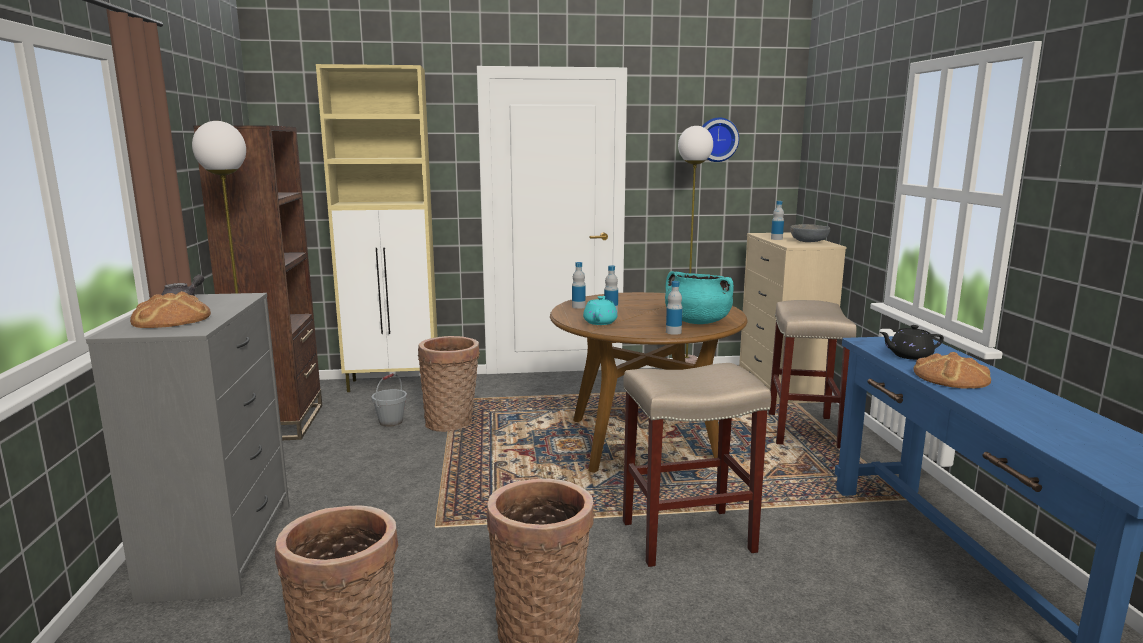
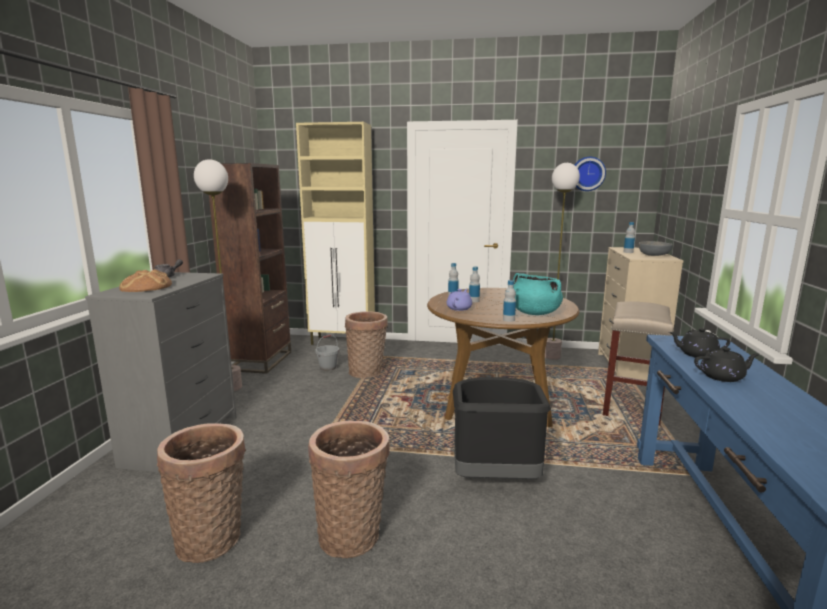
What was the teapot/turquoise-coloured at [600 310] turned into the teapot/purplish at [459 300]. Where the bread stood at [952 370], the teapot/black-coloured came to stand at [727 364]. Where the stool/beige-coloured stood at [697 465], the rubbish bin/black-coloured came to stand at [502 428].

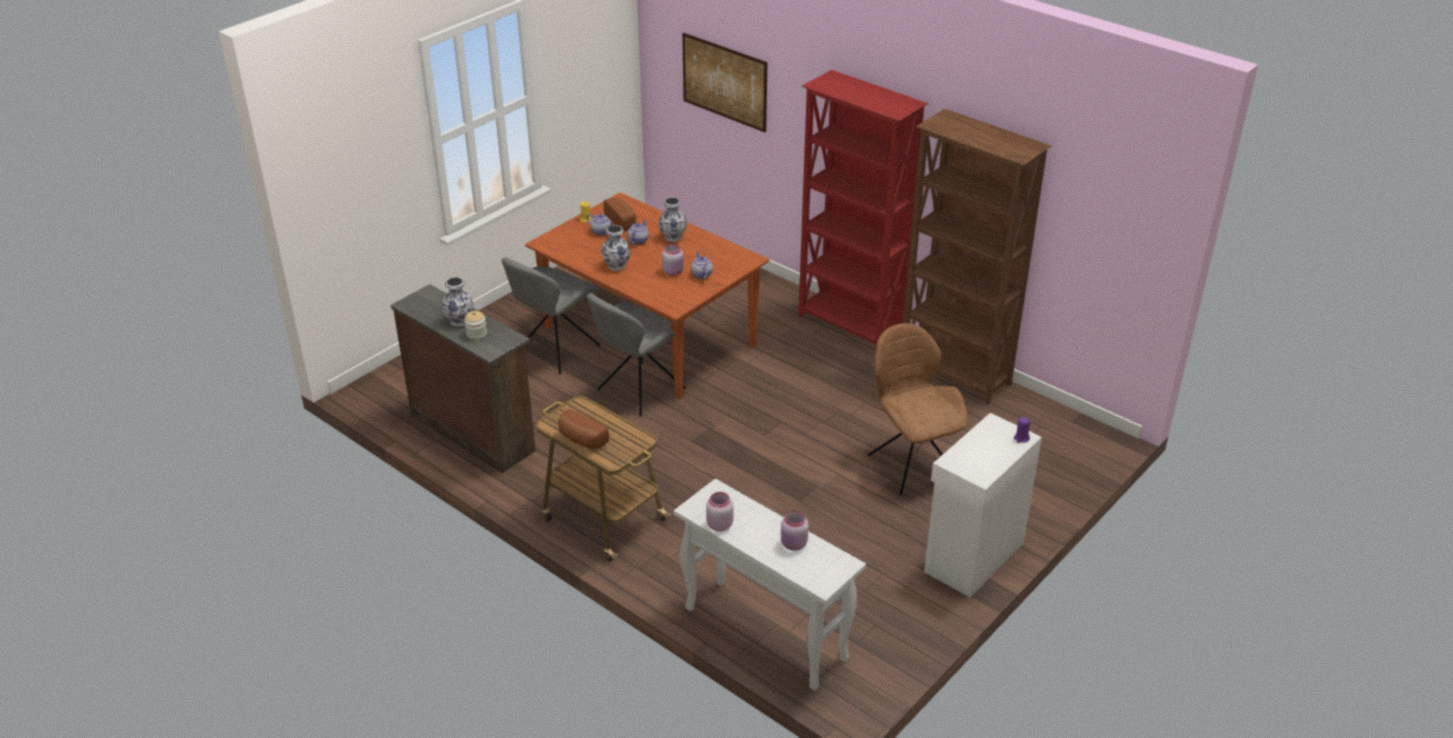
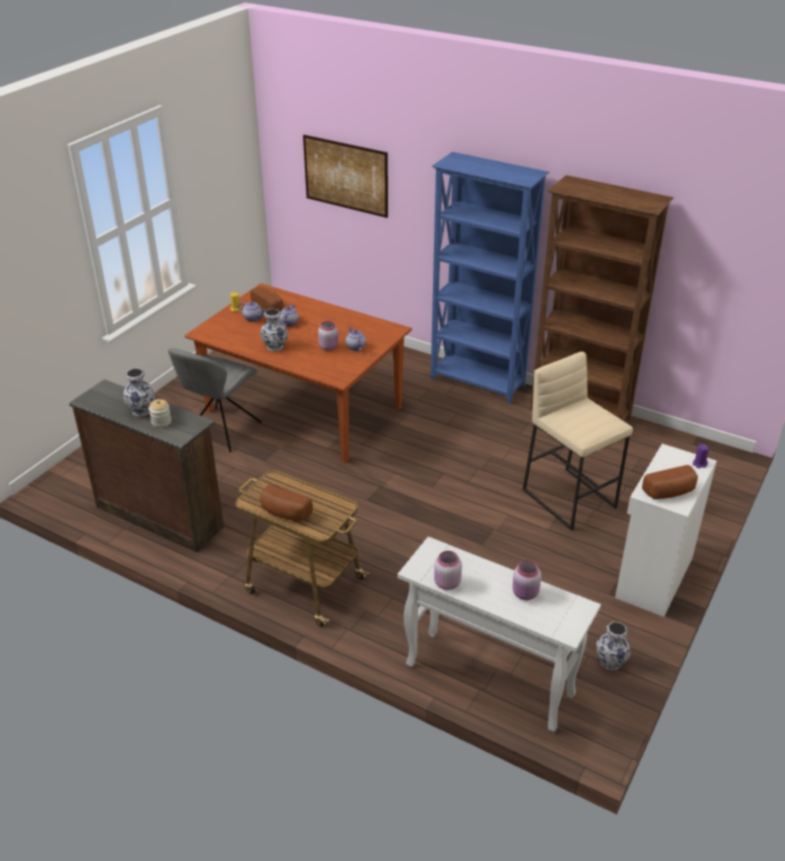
What was the bookcase/red-coloured at [863 209] turned into the bookcase/bluish at [490 278]. The vase ended up elsewhere, having gone from [672 219] to [613 646]. The second view lost the plain chair/greyish at [636 354]. Where the plain chair/brown stood at [918 409], the stool/beige-coloured came to stand at [578 441]. The second view gained the bread at [670 482].

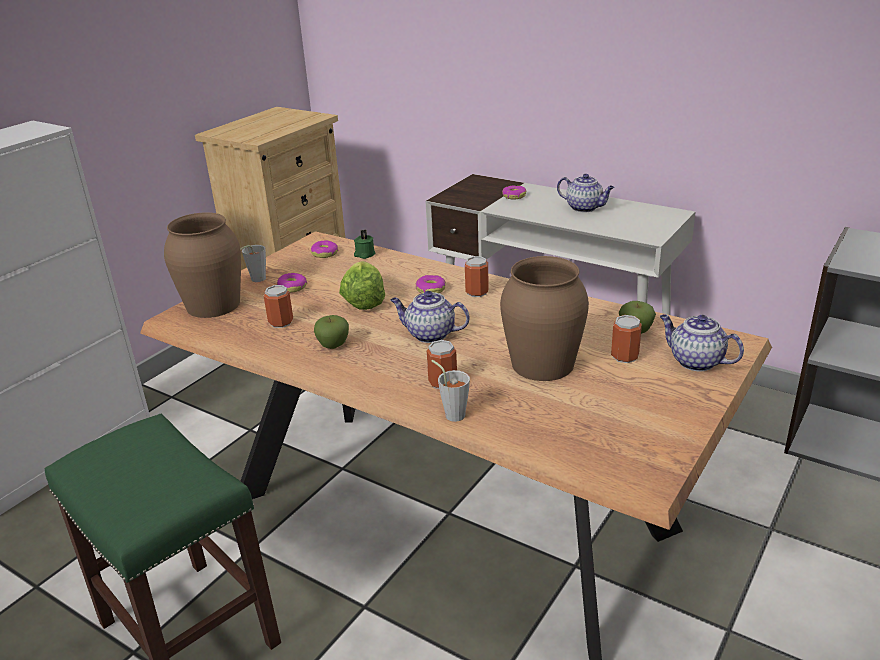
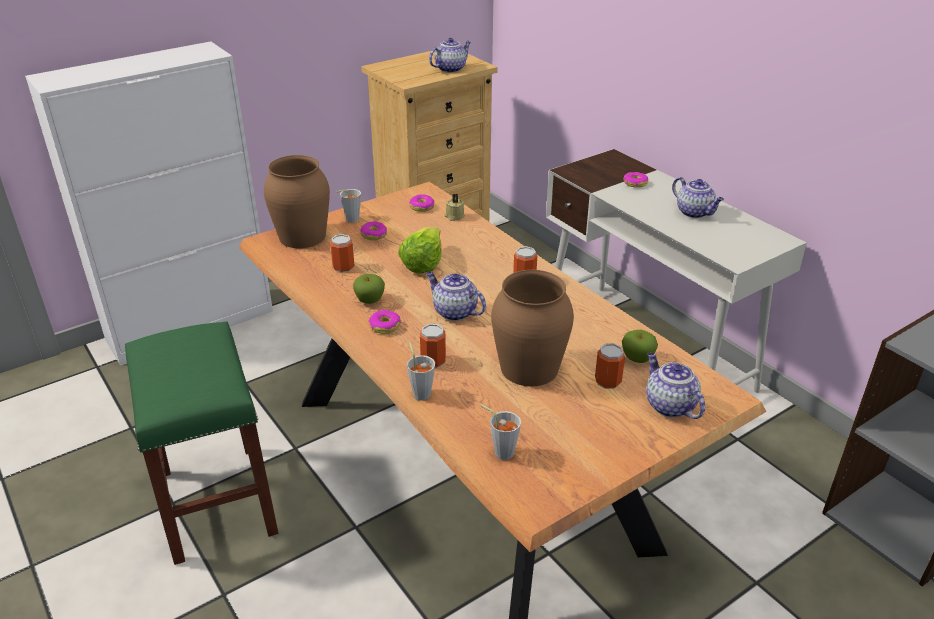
What was the wax candle/green at [364 244] turned into the wax candle/beige-coloured at [454 207]. The donut ended up elsewhere, having gone from [431 284] to [385 322]. The second view gained the teapot at [450 55]. The second view gained the small cup/greyish at [501 432].

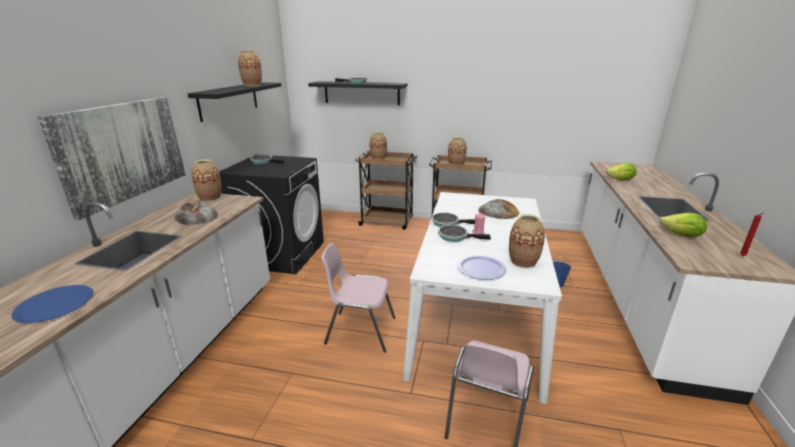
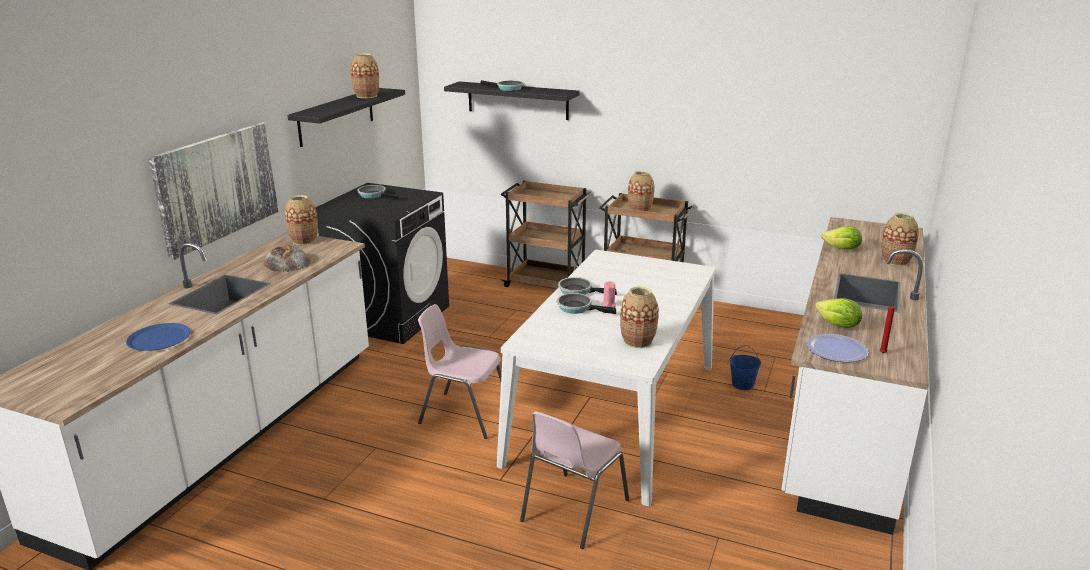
The vase ended up elsewhere, having gone from [378 146] to [900 239]. The second view lost the bread at [499 209]. The plate ended up elsewhere, having gone from [481 267] to [837 348].

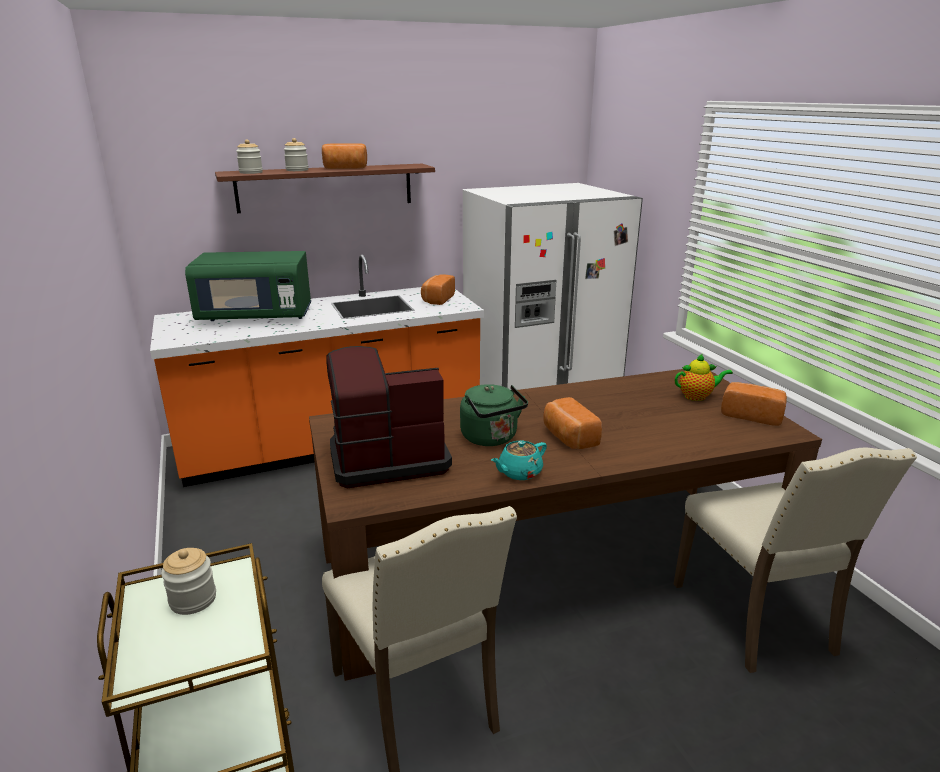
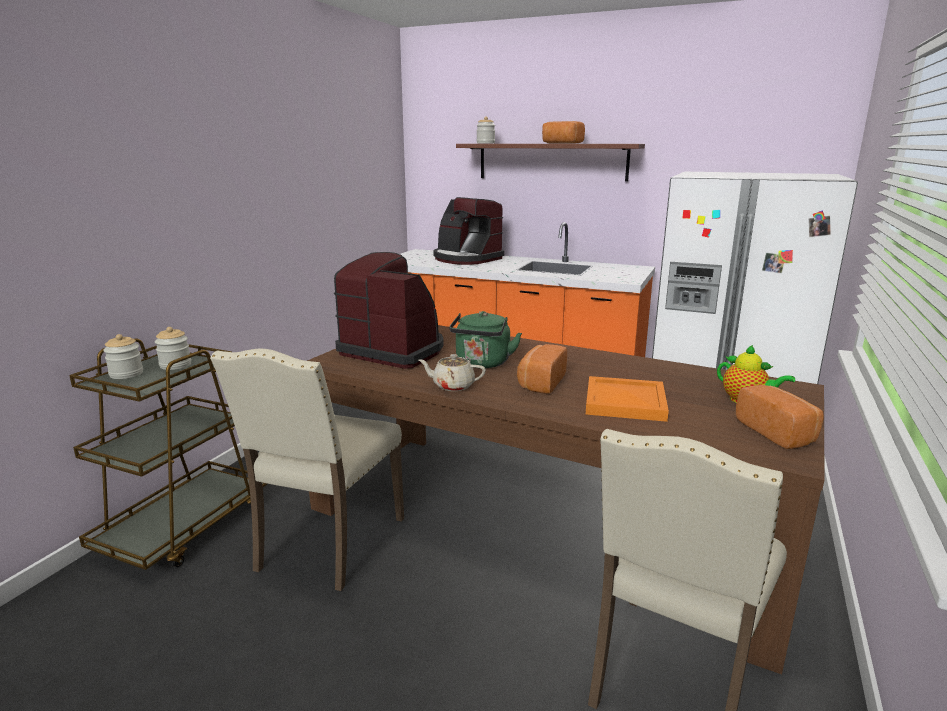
The jar ended up elsewhere, having gone from [296 154] to [123 356]. Where the microwave/green stood at [248 286], the coffee brewer came to stand at [468 231]. The second view lost the bread at [438 289]. What was the teapot/turquoise-coloured at [519 460] turned into the teapot/beige-coloured at [452 372]. The second view gained the serving tray/orange-coloured at [627 399].

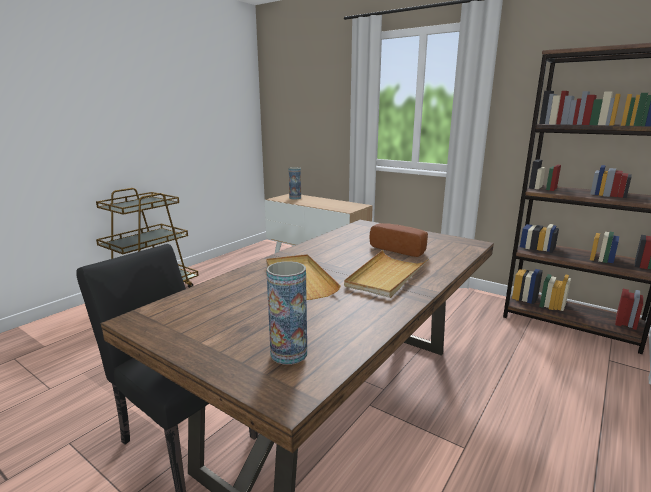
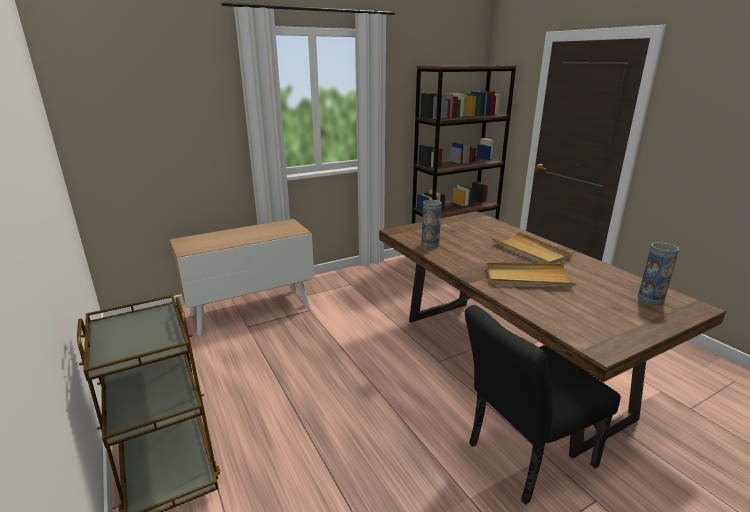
The vase ended up elsewhere, having gone from [295 183] to [431 224]. The second view lost the bread at [399 240].

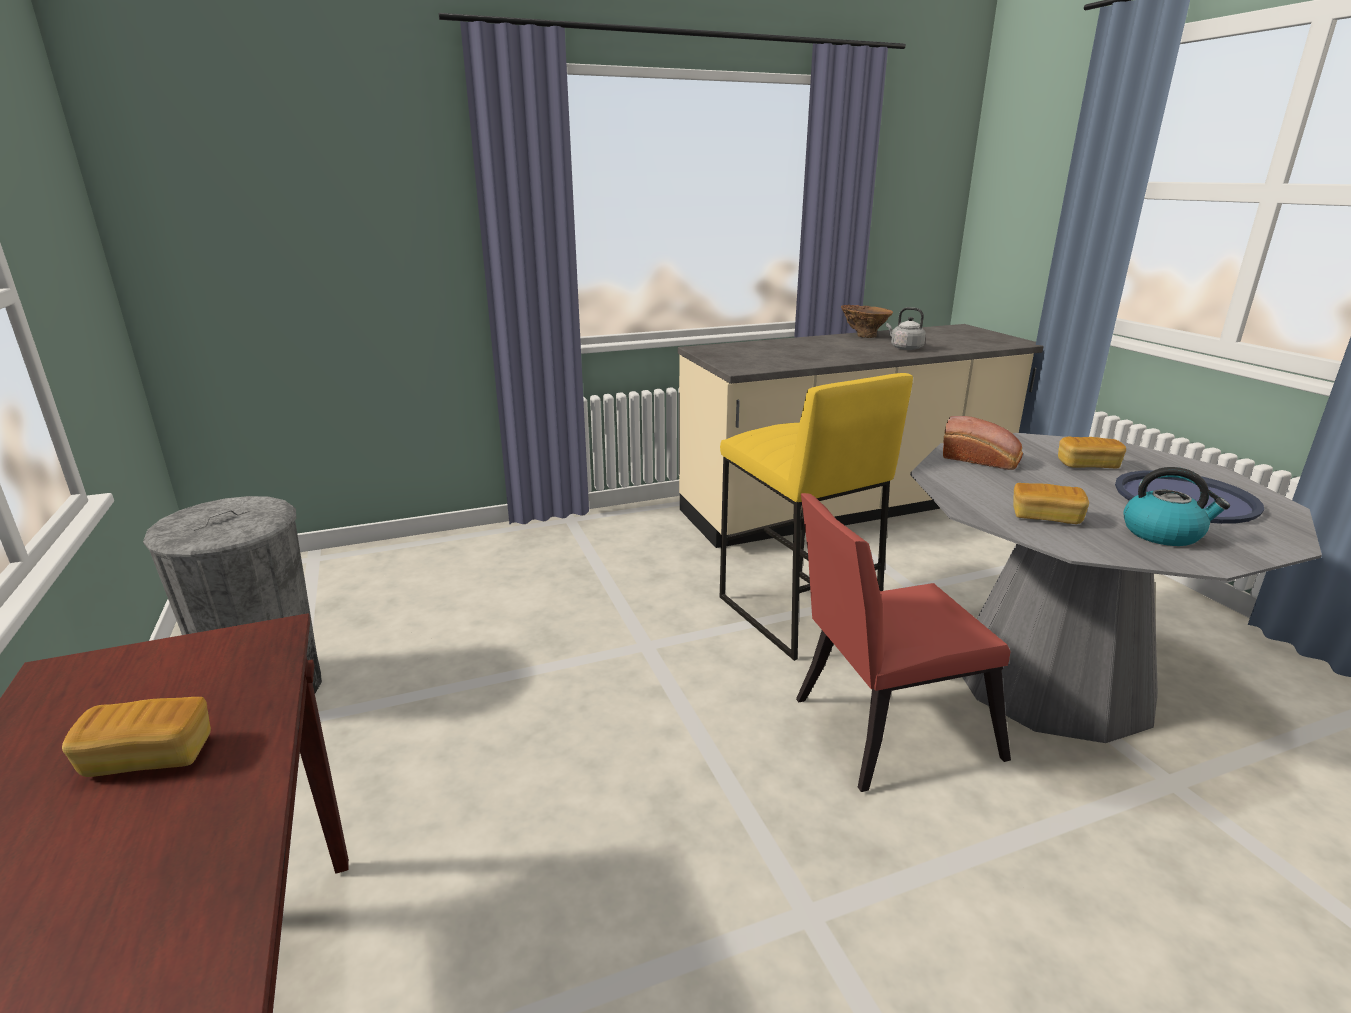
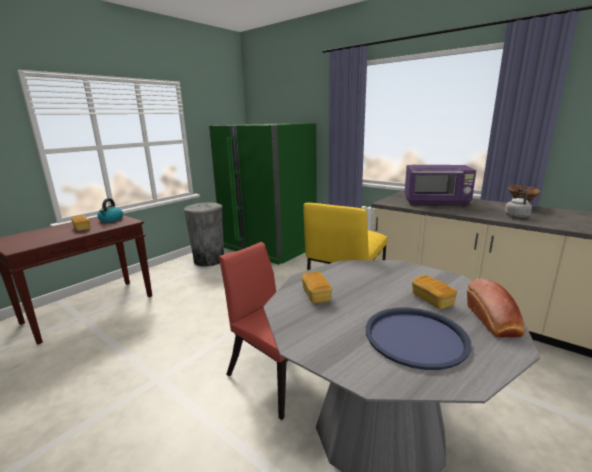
The bread ended up elsewhere, having gone from [983 443] to [496 308]. The water kettle ended up elsewhere, having gone from [1176 506] to [110 210]. The second view gained the fridge/green at [263 194]. The second view gained the microwave/purplish at [440 185].

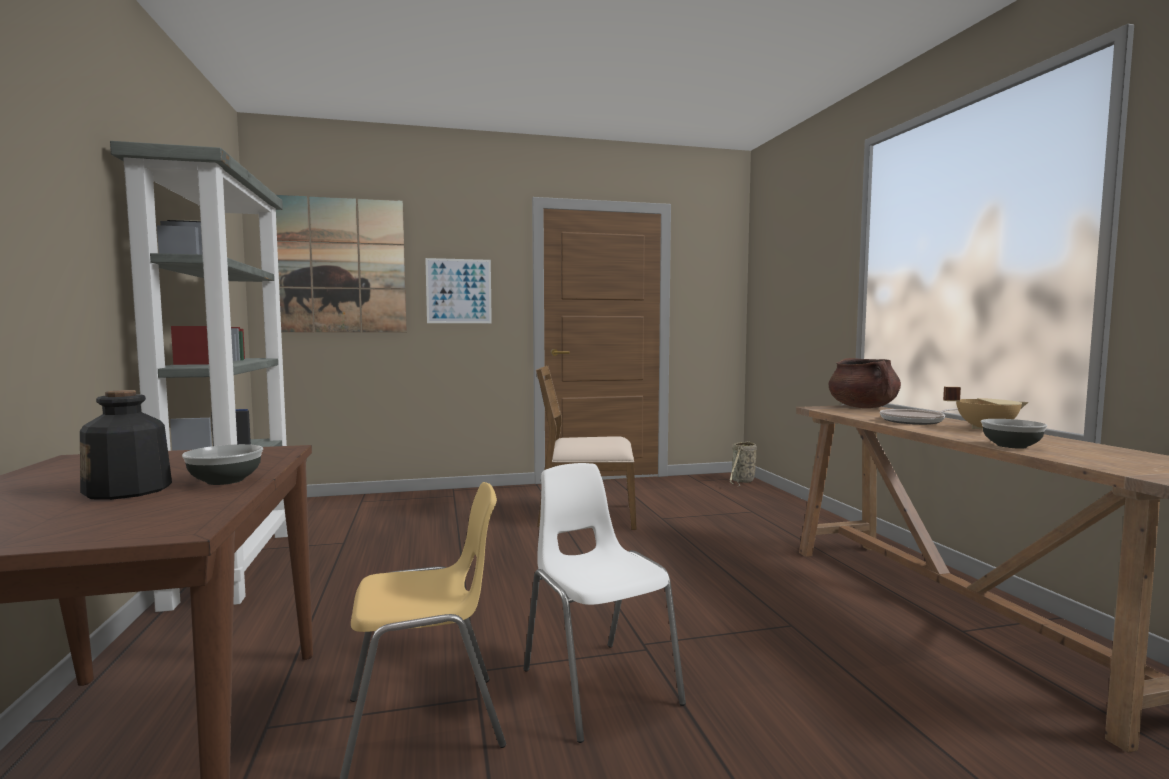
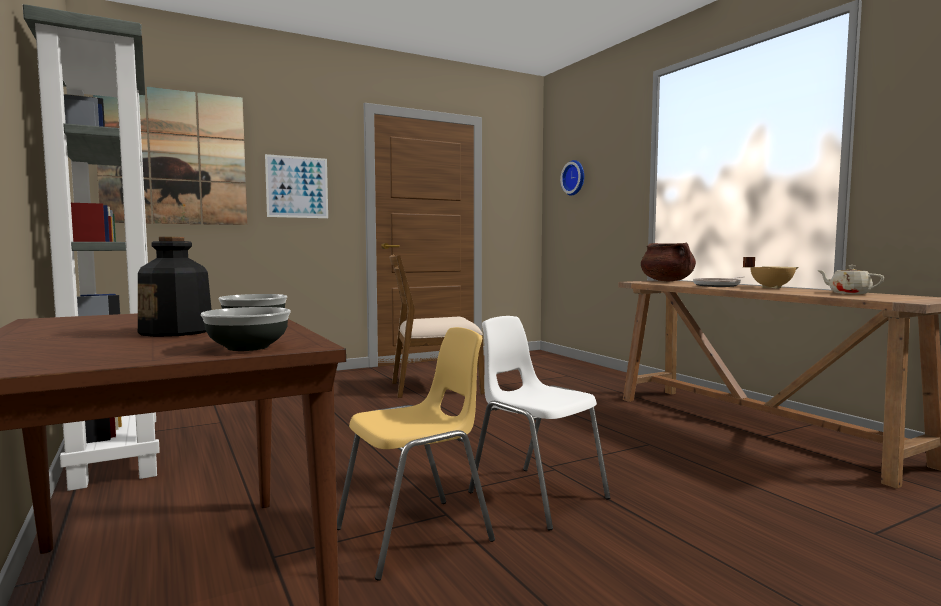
The deep dish ended up elsewhere, having gone from [1014 434] to [245 329]. The second view lost the storage basket at [743 463]. The second view gained the wall clock at [572 178]. The second view gained the teapot/beige-coloured at [850 279].

